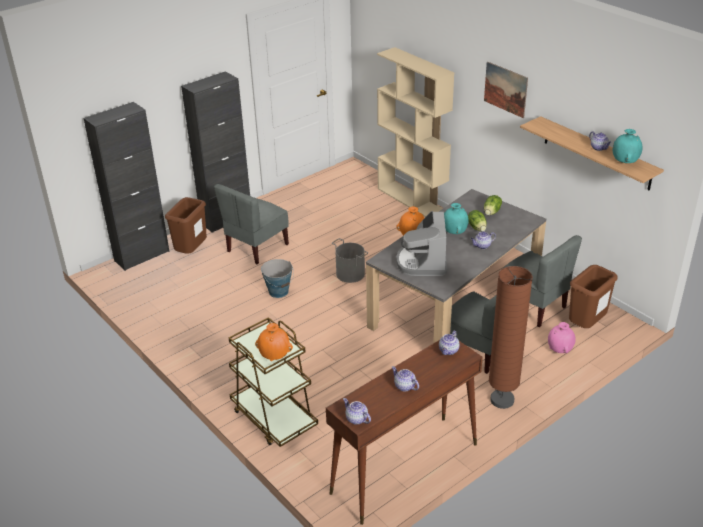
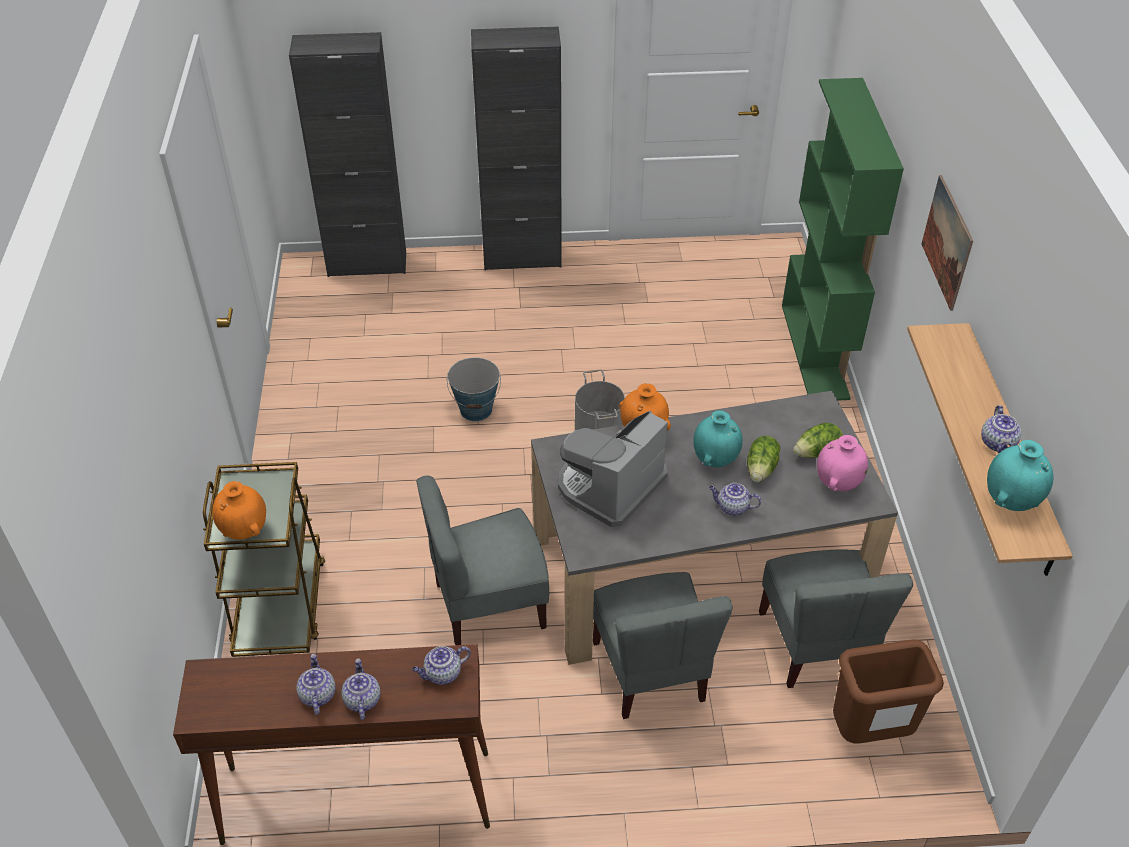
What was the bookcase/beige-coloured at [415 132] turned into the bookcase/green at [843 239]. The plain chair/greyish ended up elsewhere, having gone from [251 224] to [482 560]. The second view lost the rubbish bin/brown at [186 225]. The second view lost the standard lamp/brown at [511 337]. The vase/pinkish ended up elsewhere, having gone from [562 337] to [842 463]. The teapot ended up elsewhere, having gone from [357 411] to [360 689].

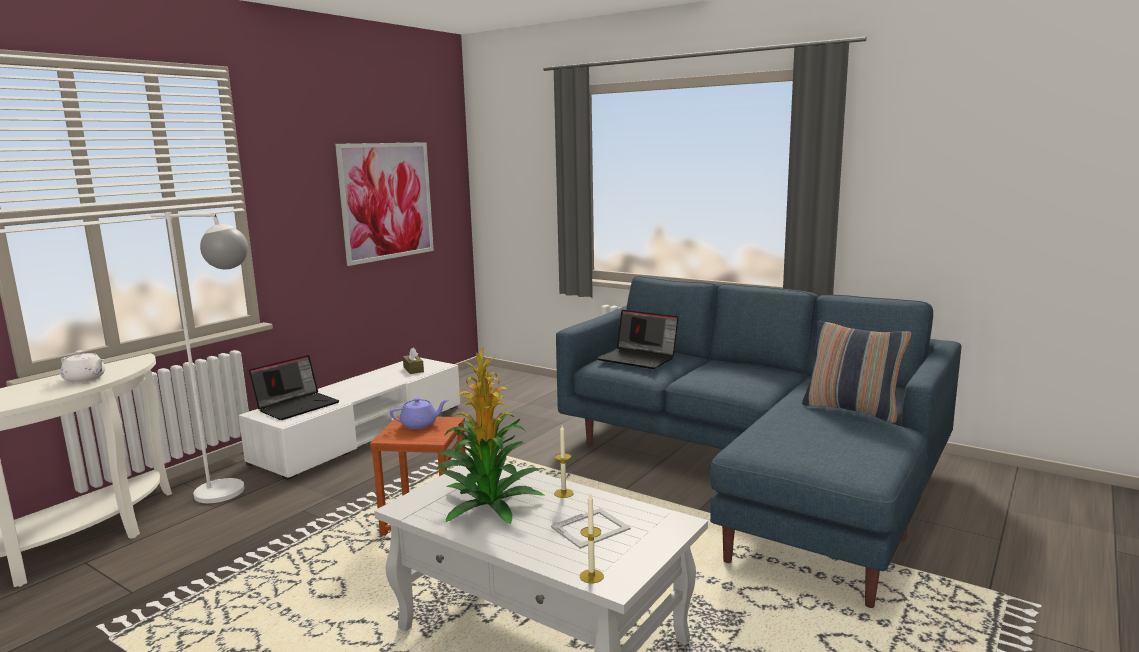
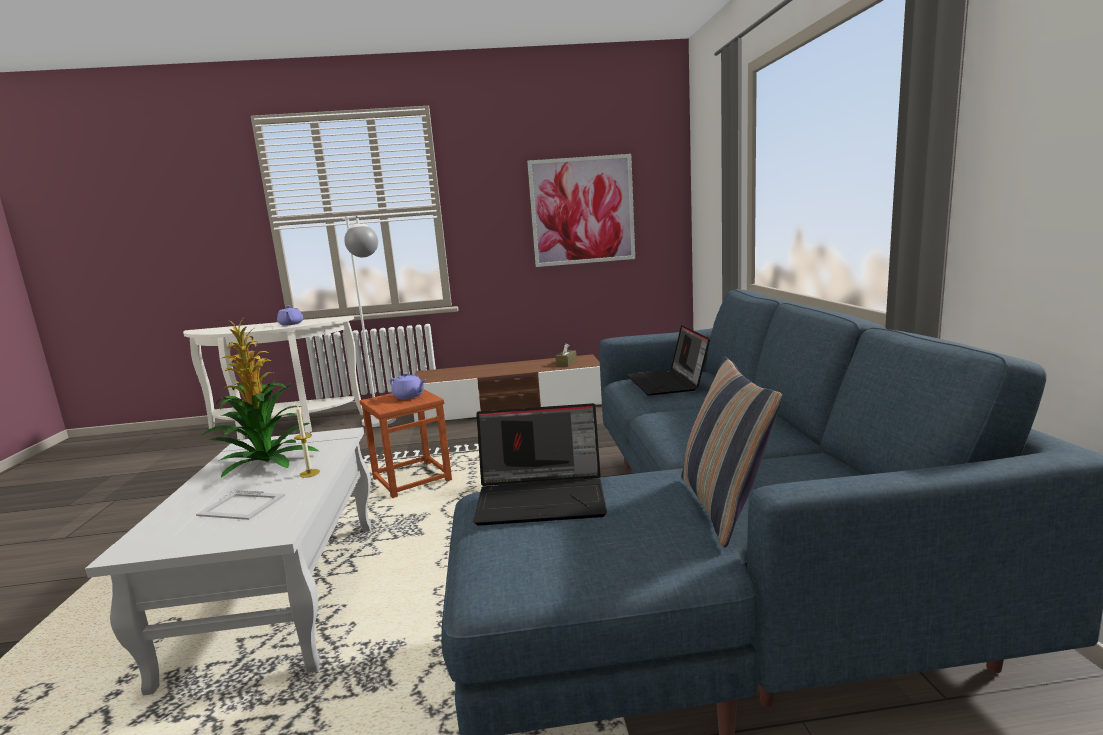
What was the teapot/whitish at [82 366] turned into the teapot/purplish at [290 315]. The notebook computer ended up elsewhere, having gone from [294 387] to [540 464]. What was the tv unit/whitish at [350 419] turned into the tv unit/brown at [508 388]. The second view lost the wax candle at [592 538].

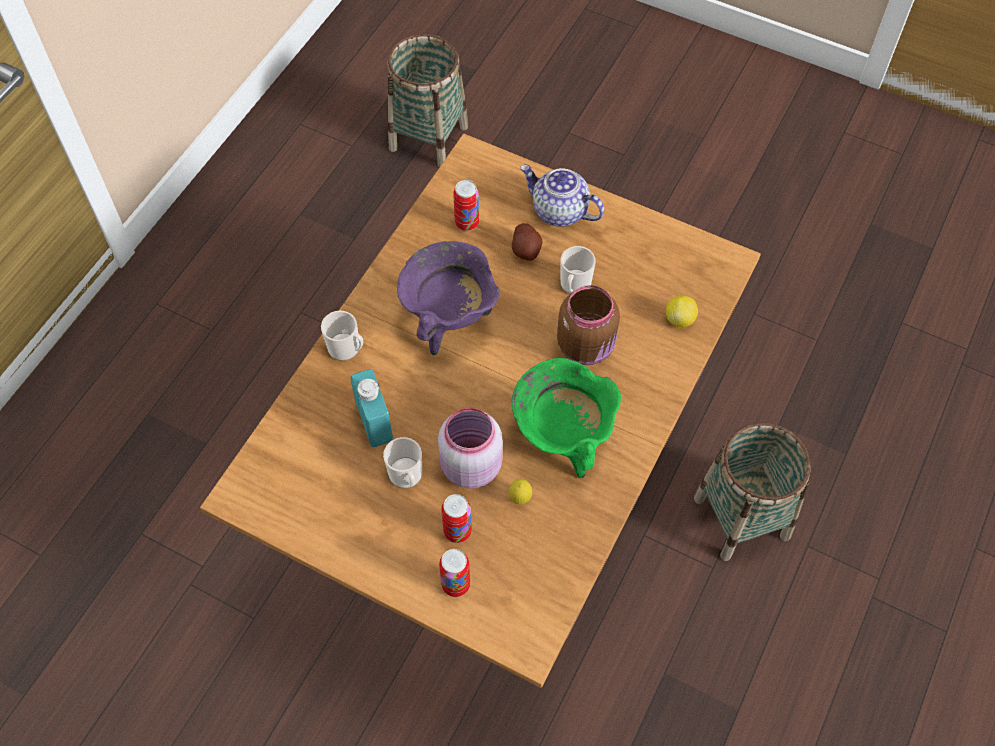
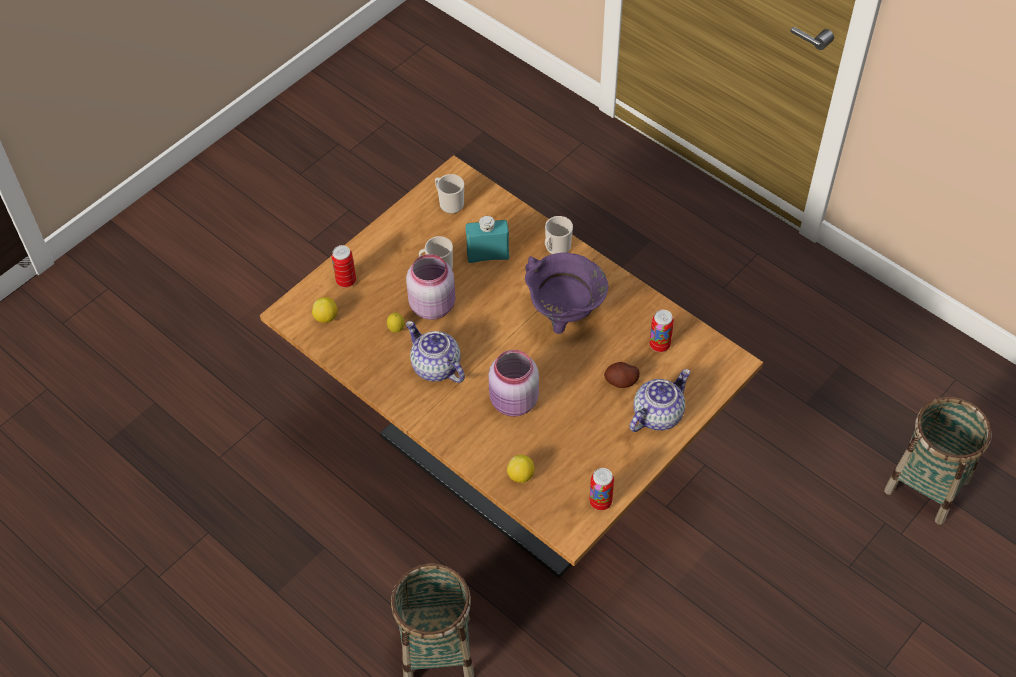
The mug ended up elsewhere, having gone from [578 270] to [449 194]. What was the jar/brown at [588 325] turned into the jar/pinkish at [513 383]. Where the saucepot/green stood at [566 418], the teapot came to stand at [435 352]. The sealed can ended up elsewhere, having gone from [456 518] to [601 489]. The second view gained the lemon at [325 310].

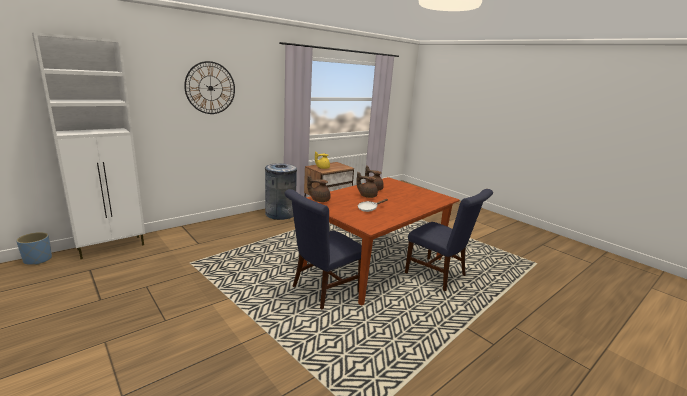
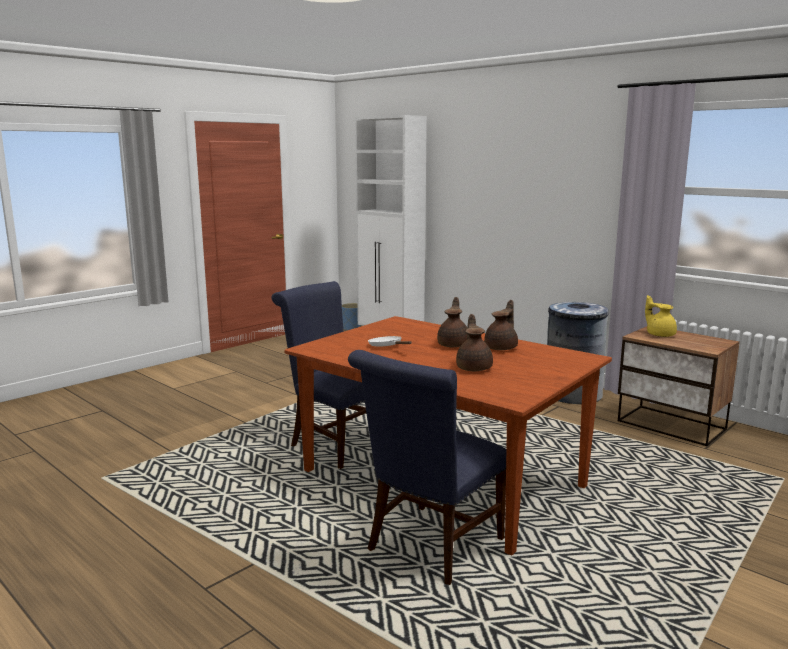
The second view lost the wall clock at [209 87]. The teapot/brown ended up elsewhere, having gone from [318 188] to [474 342].

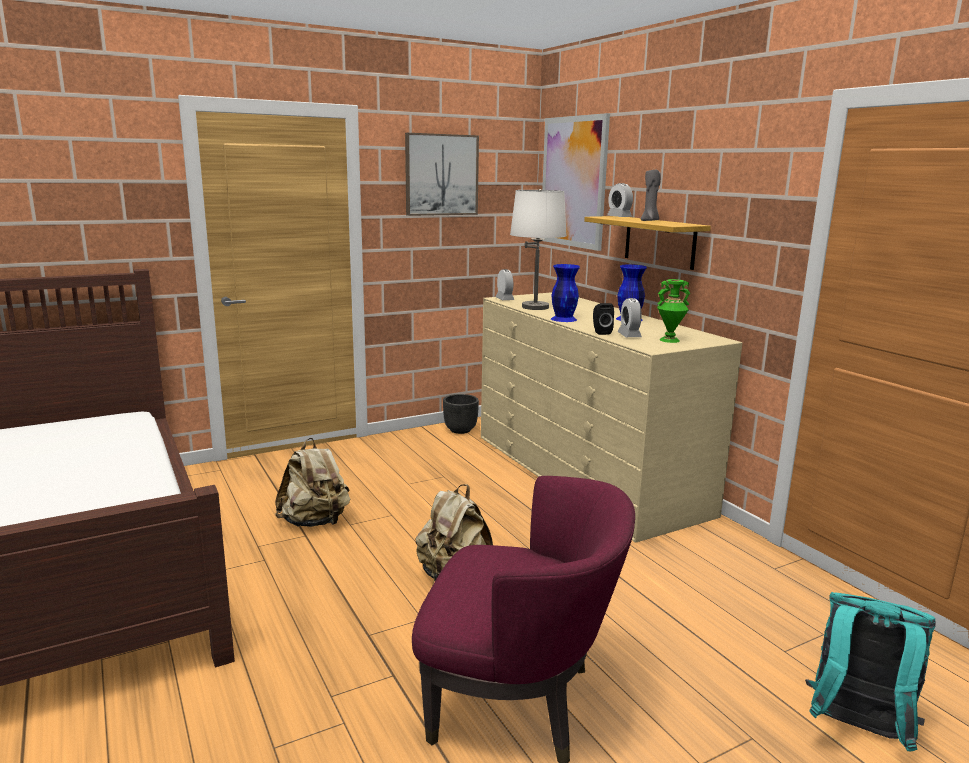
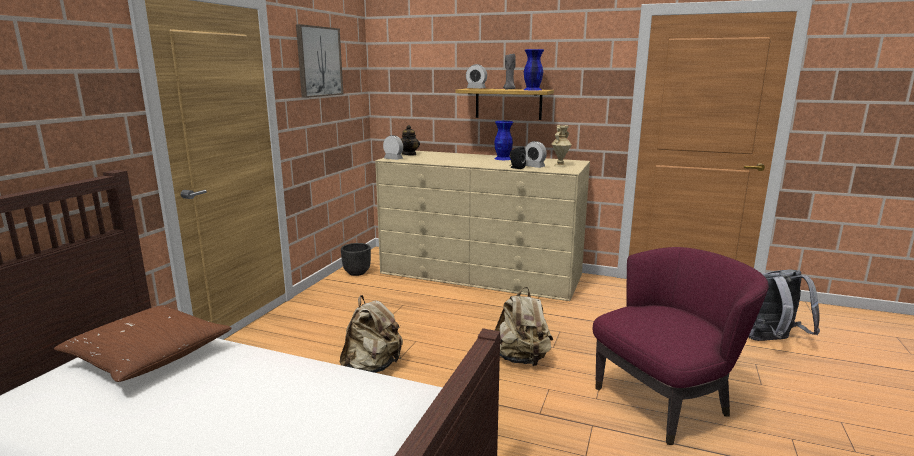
The second view lost the wall art at [576 182]. The second view lost the tabletop lamp/whitish at [538 249]. The vase/bluish ended up elsewhere, having gone from [565 293] to [534 69]. What was the vase/green at [673 311] turned into the vase/beige-coloured at [561 146]. What was the backpack/turquoise-coloured at [870 671] turned into the backpack/greyish at [784 305]. The second view gained the teapot at [410 140]. The second view gained the throw pillow/brown at [143 343].

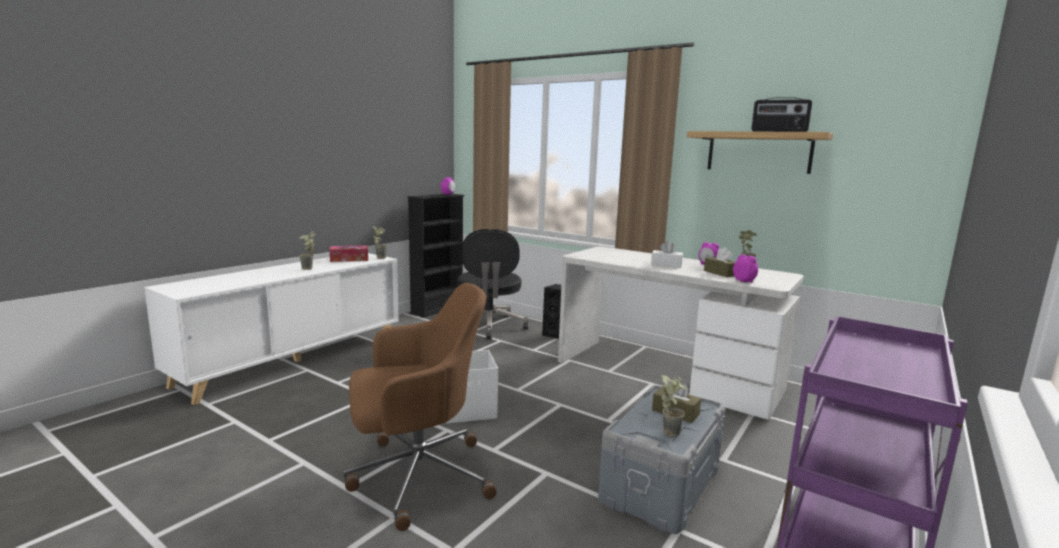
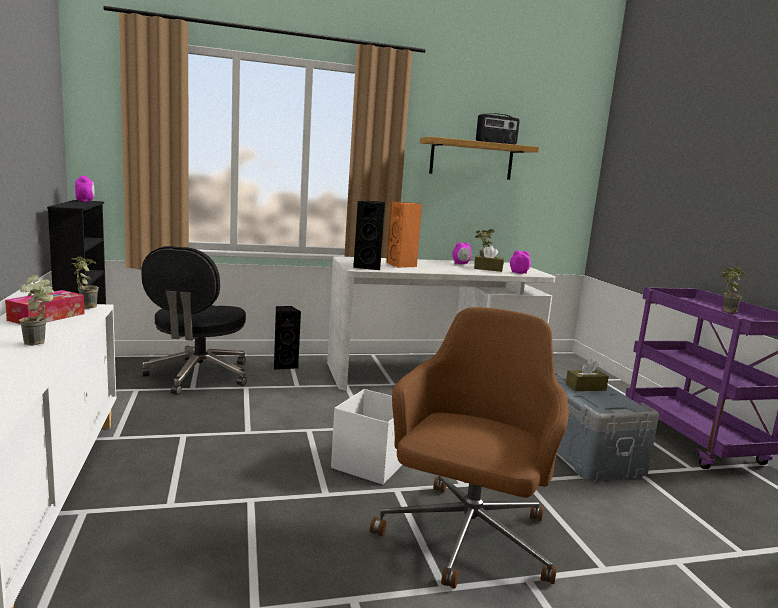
The desk chair/black-coloured at [493 284] ended up facing another way, 60 degrees clockwise from before. The second view lost the box of tissues/whitish at [667 254]. The houseplant ended up elsewhere, having gone from [673 406] to [733 290]. The second view gained the speaker/black-coloured at [369 235]. The second view gained the speaker/orange-coloured at [404 234].

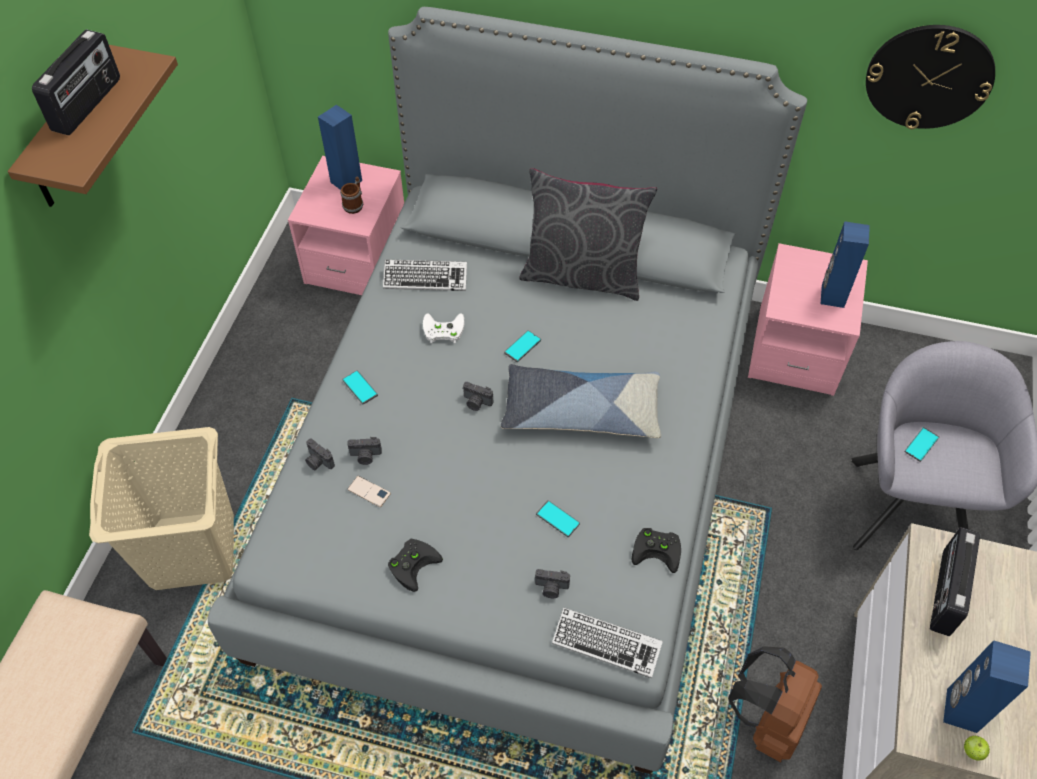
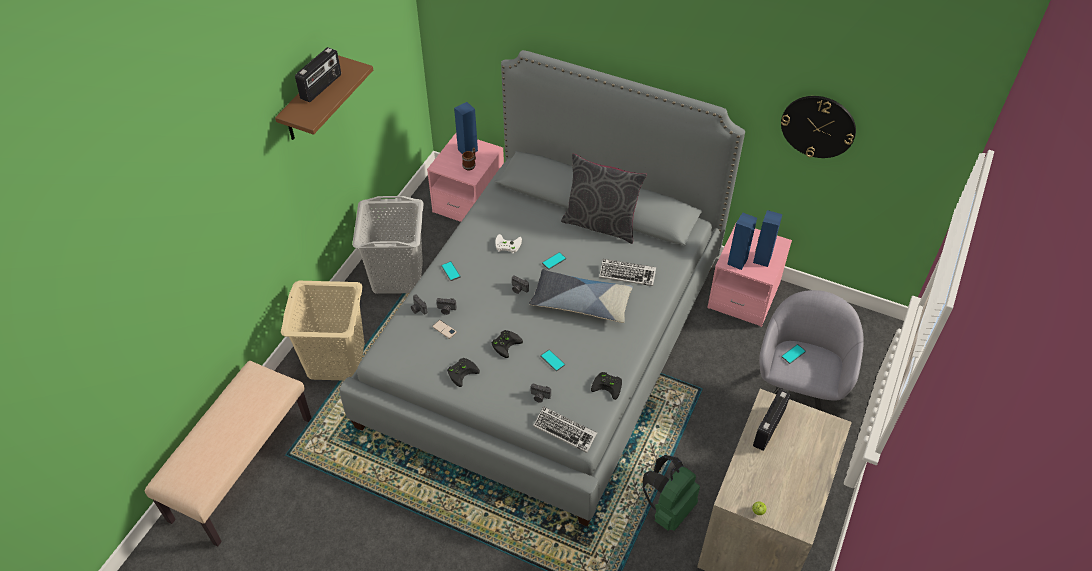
The PC keyboard ended up elsewhere, having gone from [425 275] to [627 272]. The speaker/bluish ended up elsewhere, having gone from [987 686] to [742 241]. What was the backpack/brown at [775 704] turned into the backpack/green at [671 493]. The second view gained the hamper/greyish at [388 245]. The second view gained the game controller/black-coloured at [507 344].

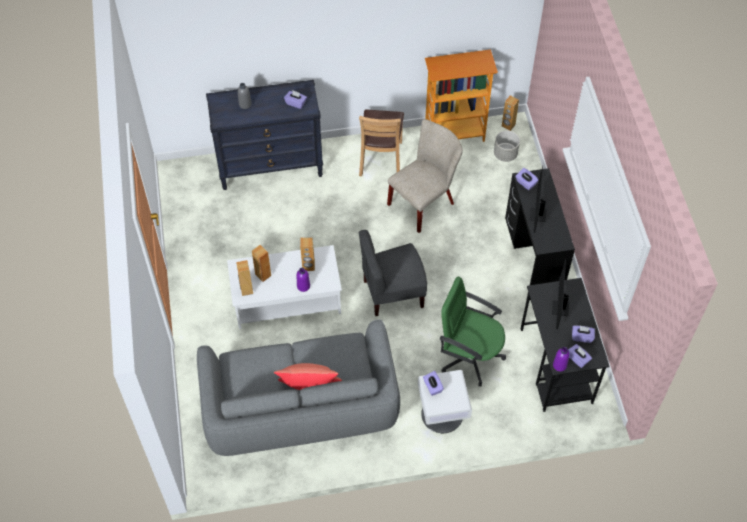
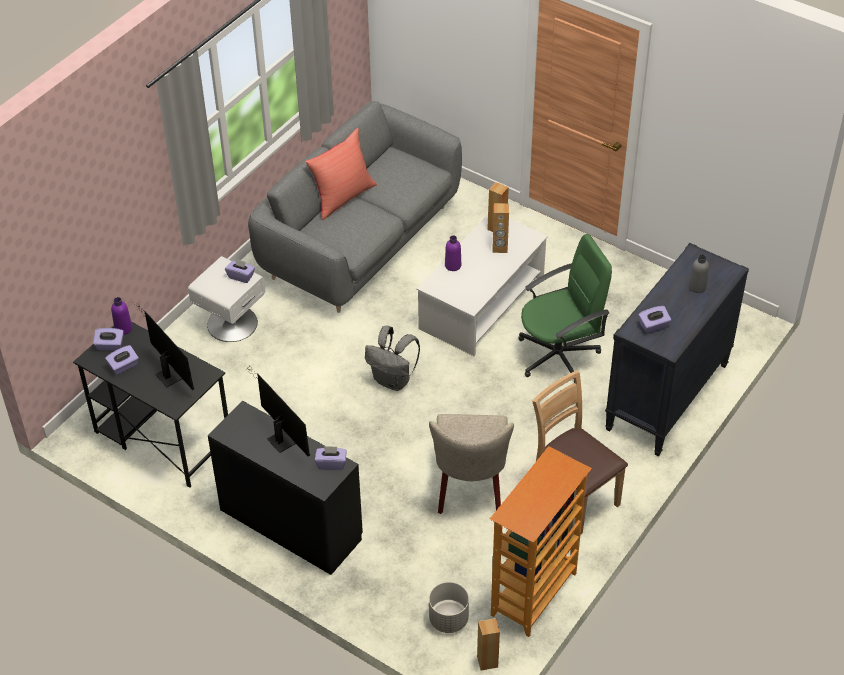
Where the plain chair/greyish stood at [393 273], the backpack/greyish came to stand at [392 358]. The second view lost the speaker/brown at [307 254]. The desk chair/green ended up elsewhere, having gone from [473 331] to [565 308].

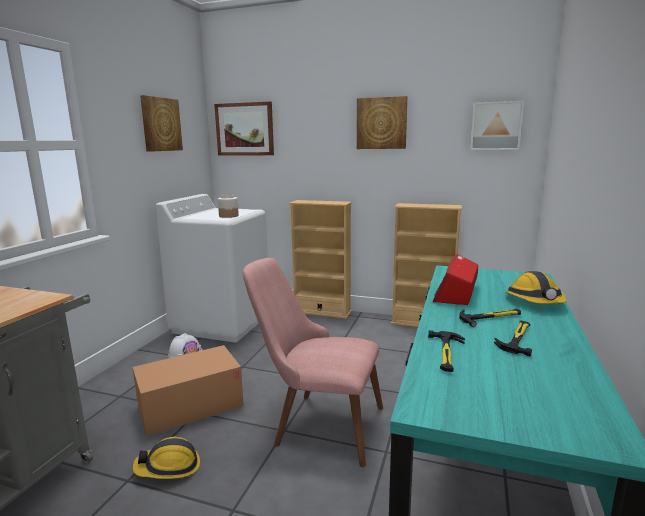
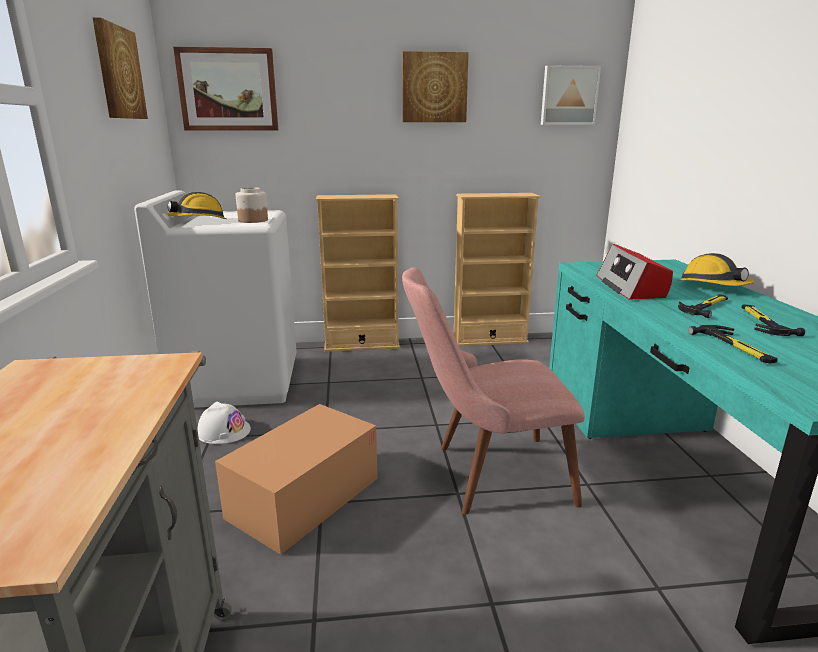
The hard hat ended up elsewhere, having gone from [166 458] to [196 205].

